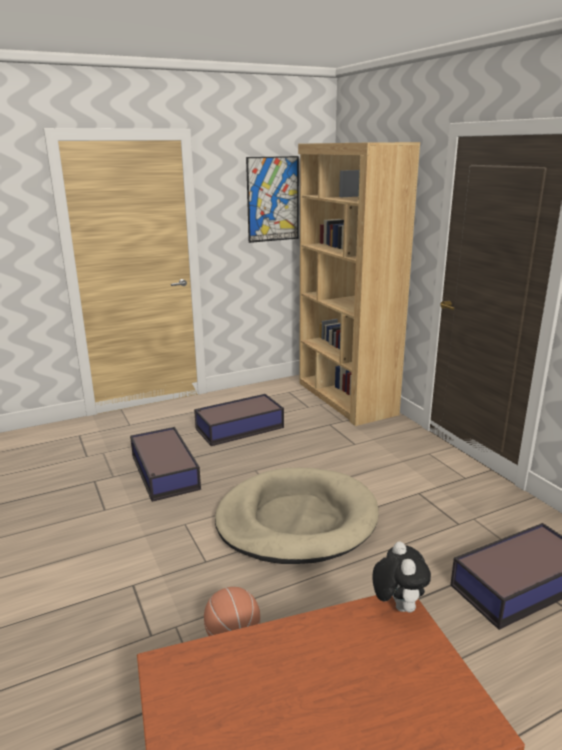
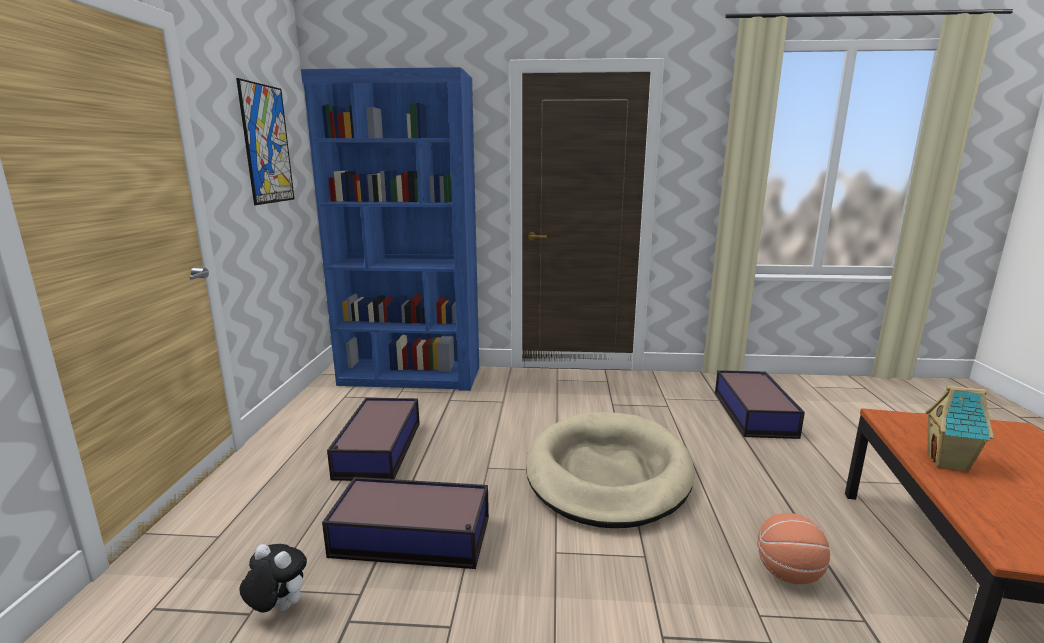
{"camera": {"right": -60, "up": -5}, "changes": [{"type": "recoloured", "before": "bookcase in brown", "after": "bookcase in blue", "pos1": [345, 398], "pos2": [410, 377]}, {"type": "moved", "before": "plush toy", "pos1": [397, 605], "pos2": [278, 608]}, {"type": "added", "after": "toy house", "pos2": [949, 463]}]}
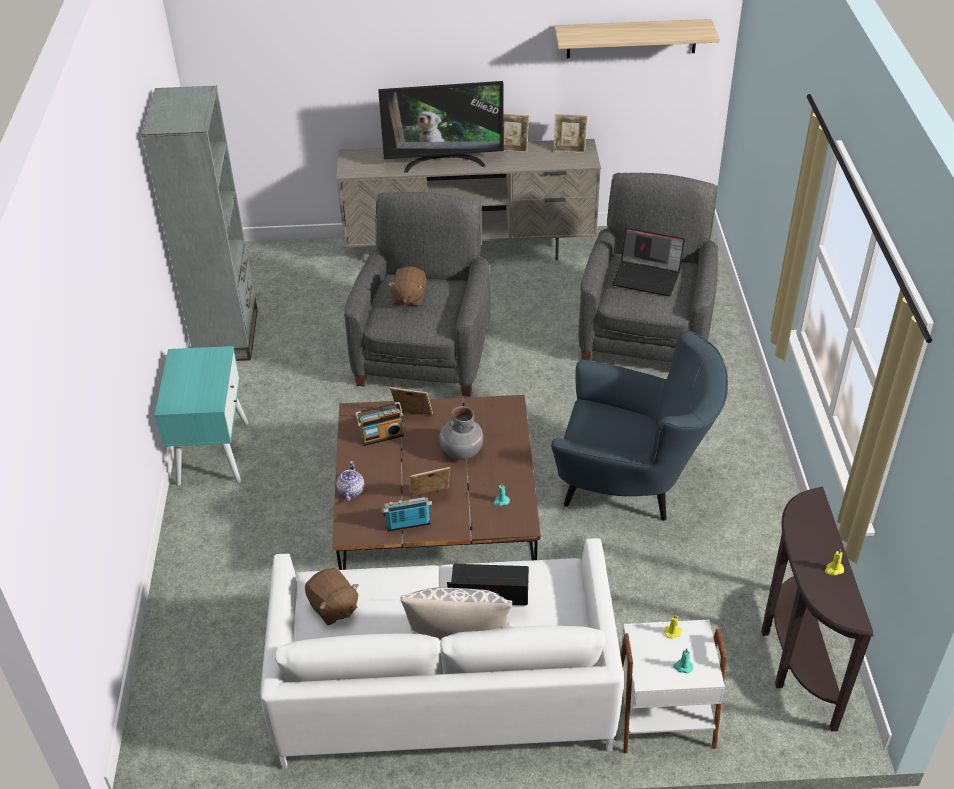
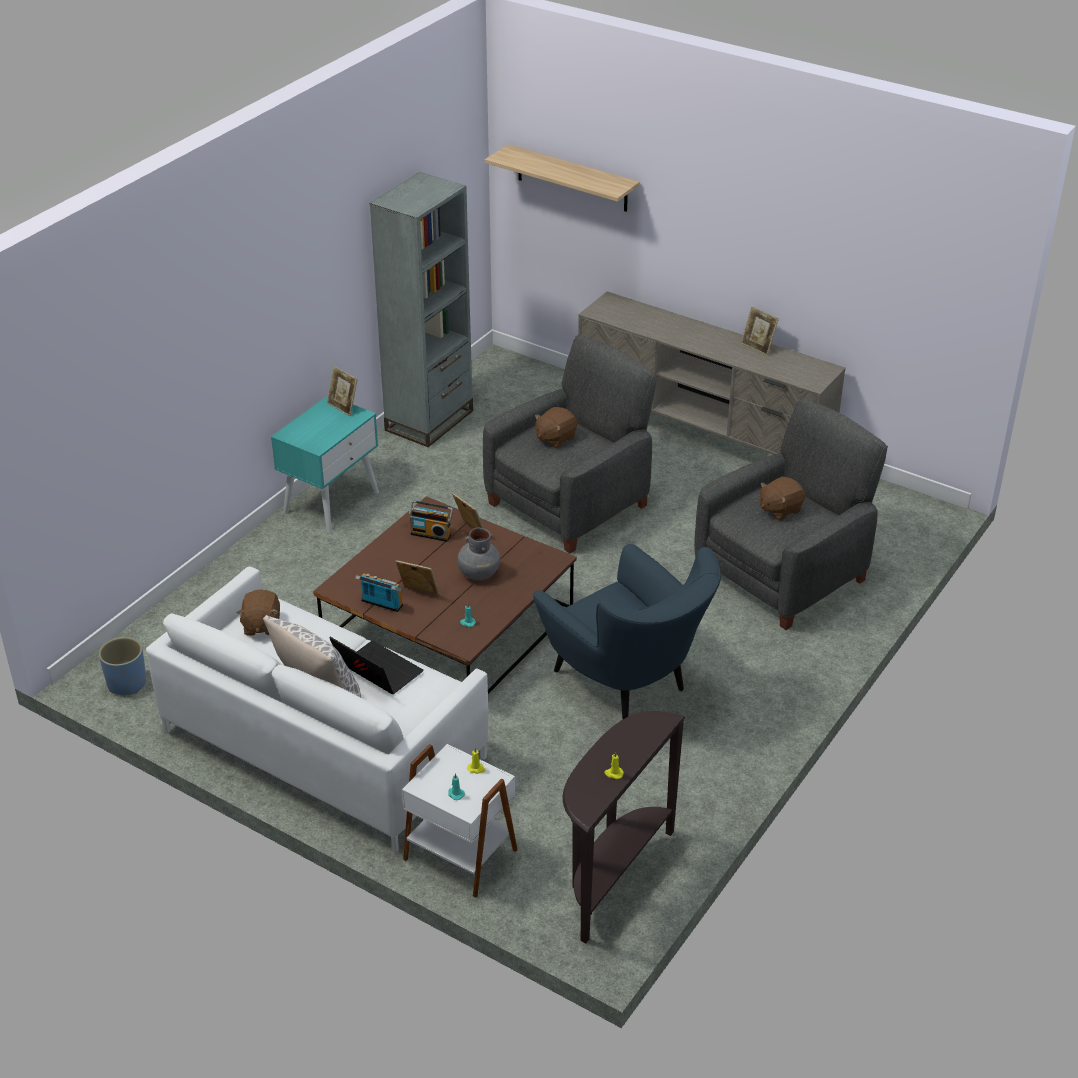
{"camera": {"right": 35, "up": -5}, "changes": [{"type": "removed", "before": "teapot", "pos1": [350, 491]}, {"type": "removed", "before": "television", "pos1": [444, 161]}, {"type": "moved", "before": "picture frame", "pos1": [569, 149], "pos2": [343, 407]}, {"type": "moved", "before": "shelf", "pos1": [631, 38], "pos2": [572, 178]}, {"type": "replaced", "before": "laptop", "after": "plush toy in brown", "pos1": [647, 277], "pos2": [779, 509]}, {"type": "added", "after": "planter in blue", "pos2": [126, 683]}]}
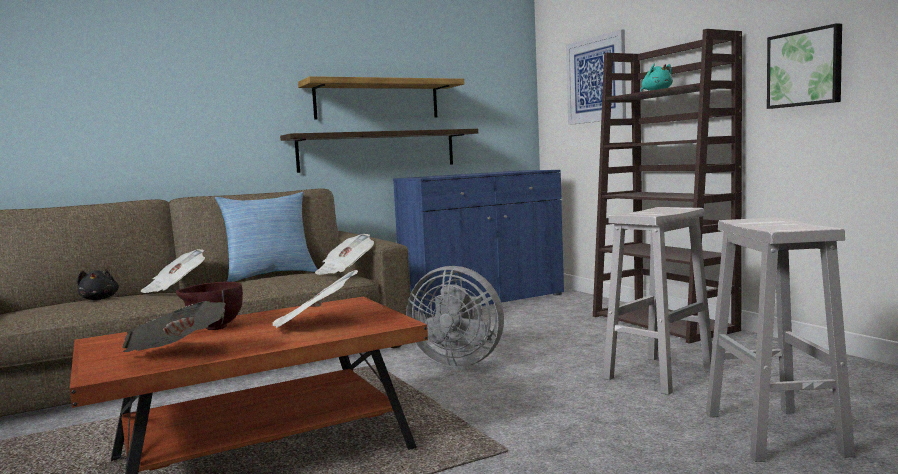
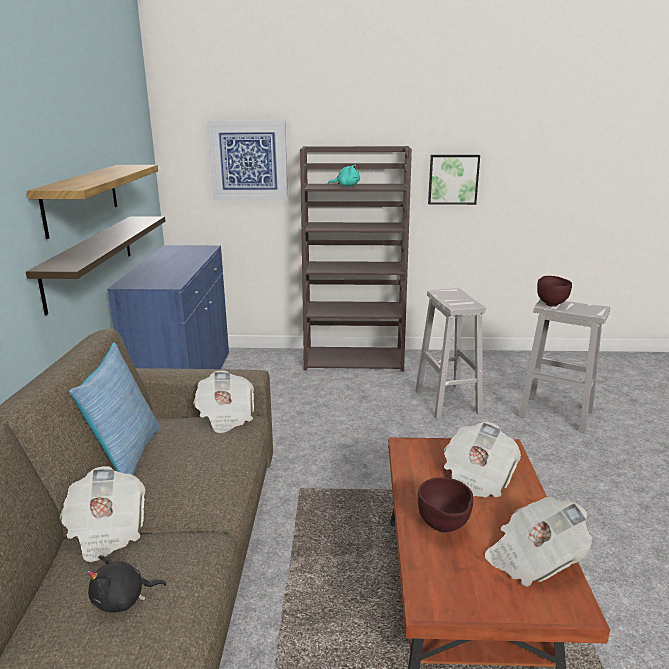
{"camera": {"right": -60, "up": 15}, "changes": [{"type": "turned", "before": "plush toy in black", "pos1": [99, 299], "pos2": [123, 600], "turn": 150}, {"type": "removed", "before": "fan in grey", "pos1": [458, 361]}, {"type": "added", "after": "bowl in brown", "pos2": [551, 304]}]}
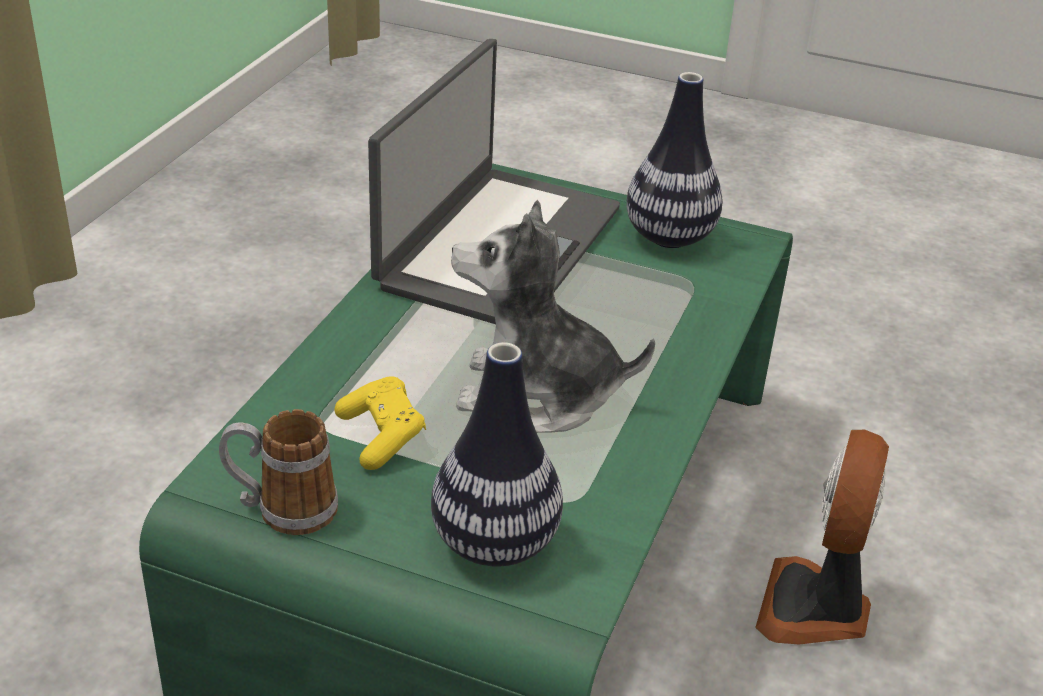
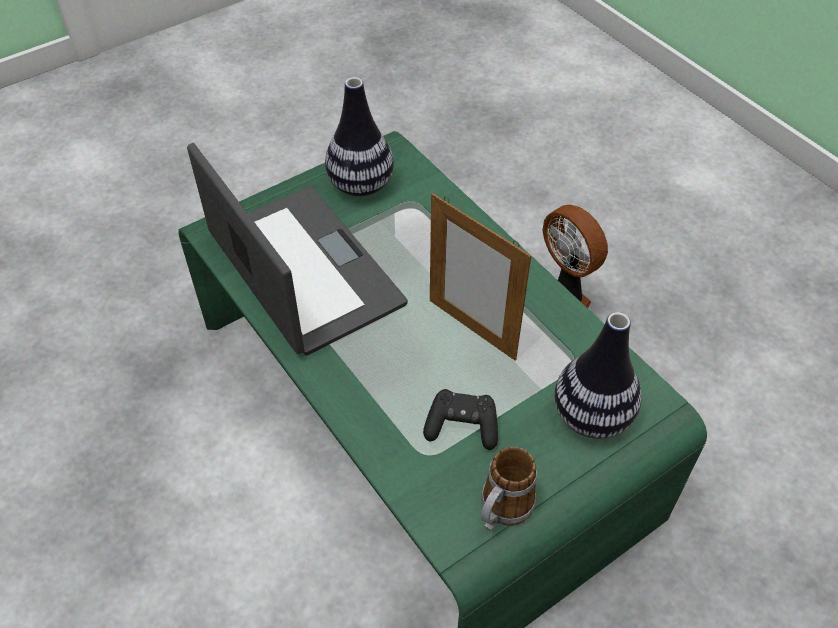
{"camera": {"right": -55, "up": 15}, "changes": [{"type": "recoloured", "before": "game controller in yellow", "after": "game controller in black", "pos1": [382, 436], "pos2": [462, 426]}, {"type": "replaced", "before": "plush toy", "after": "picture frame", "pos1": [537, 394], "pos2": [471, 329]}]}
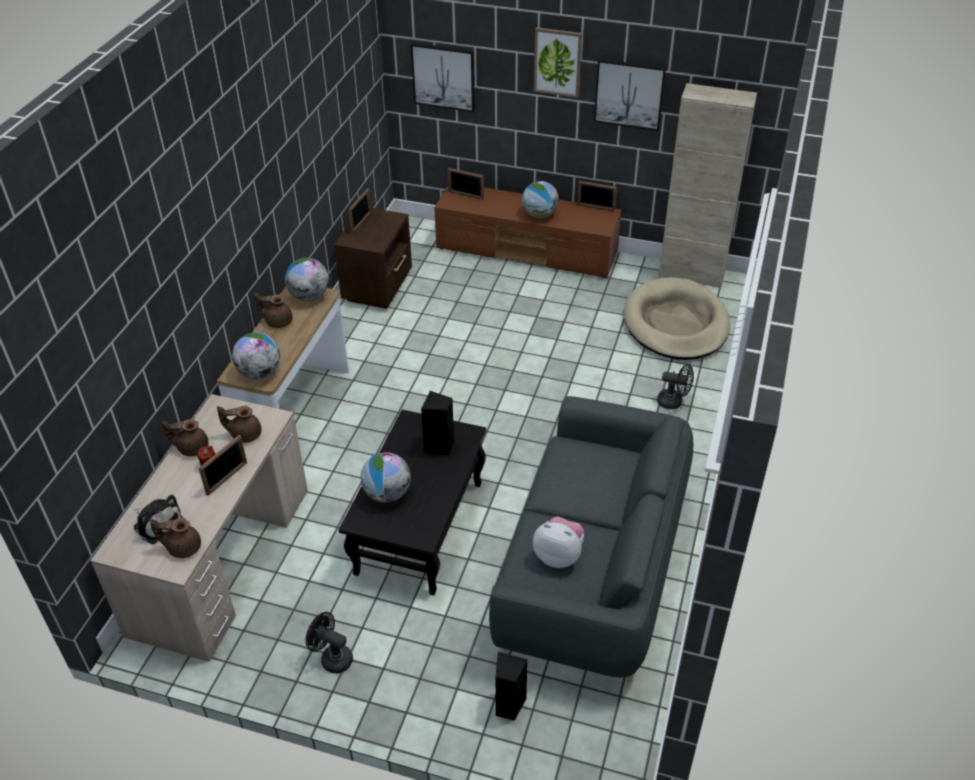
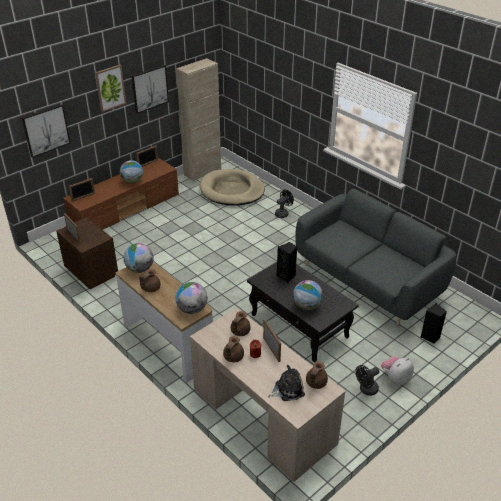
{"camera": {"right": -60, "up": -5}, "changes": [{"type": "moved", "before": "plush toy", "pos1": [558, 555], "pos2": [395, 378]}]}
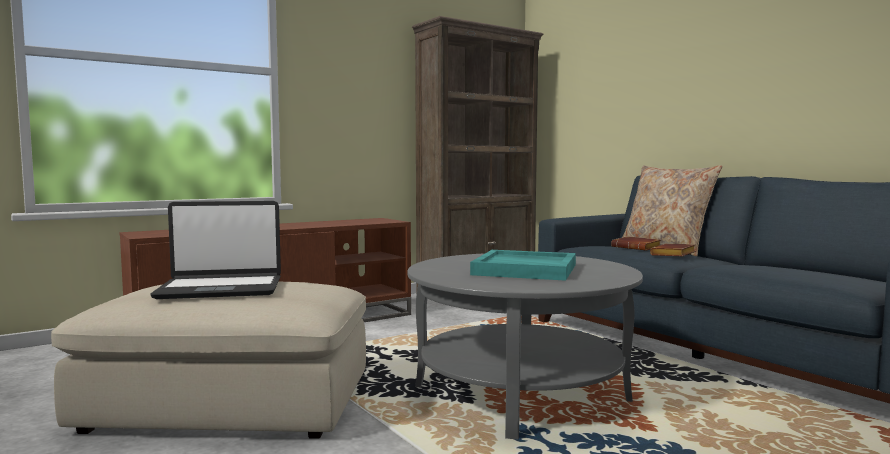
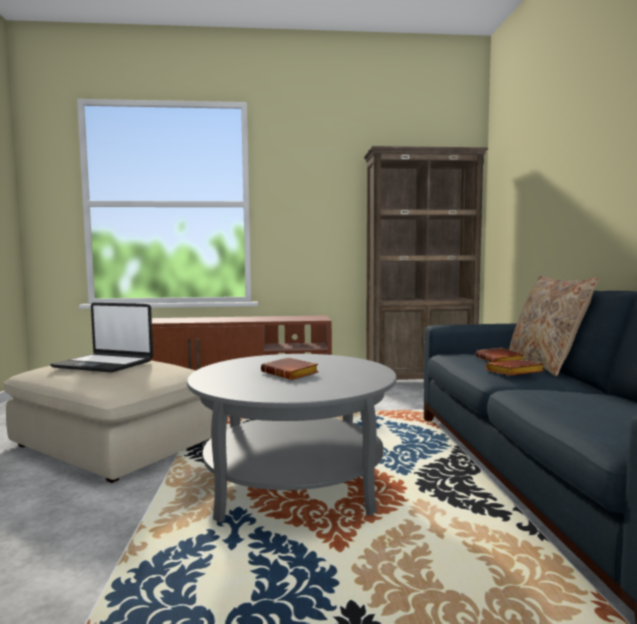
{"camera": {"right": 30, "up": 0}, "changes": [{"type": "replaced", "before": "tray in turquoise", "after": "book in brown", "pos1": [526, 269], "pos2": [291, 374]}]}
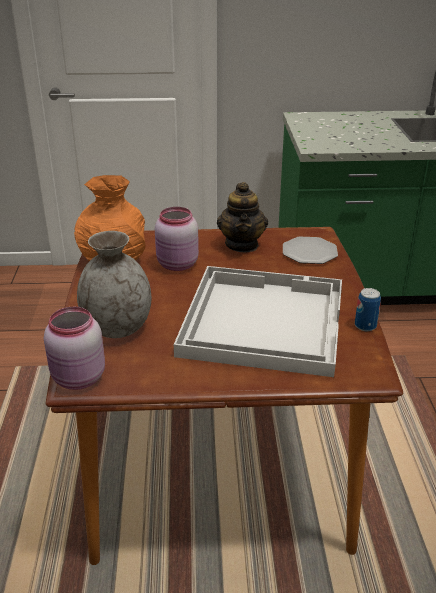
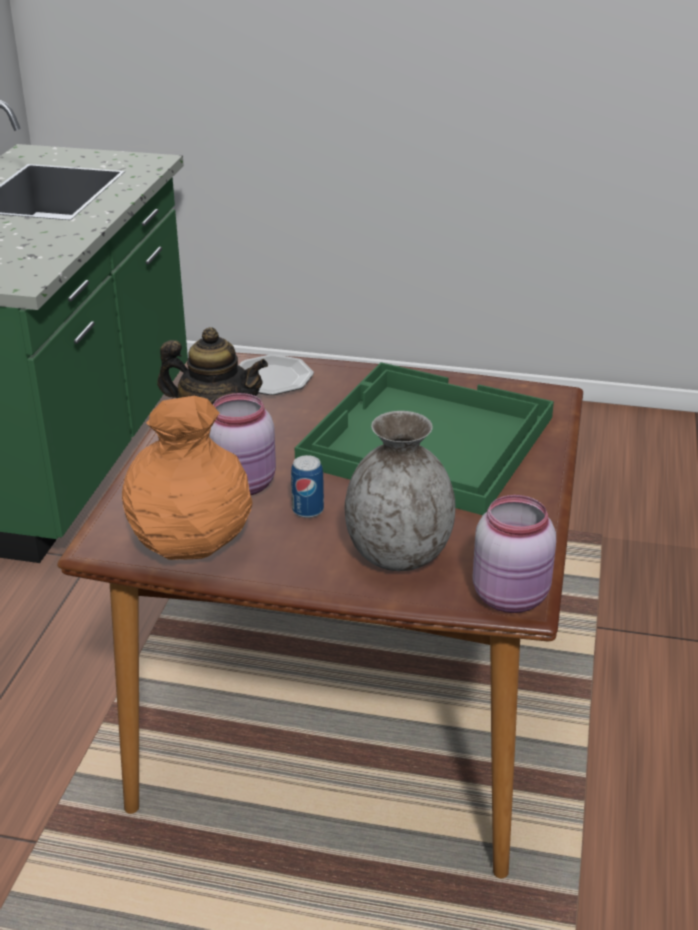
{"camera": {"right": -75, "up": 0}, "changes": [{"type": "recoloured", "before": "tray in white", "after": "tray in green", "pos1": [262, 320], "pos2": [424, 441]}, {"type": "moved", "before": "can", "pos1": [365, 326], "pos2": [308, 510]}]}
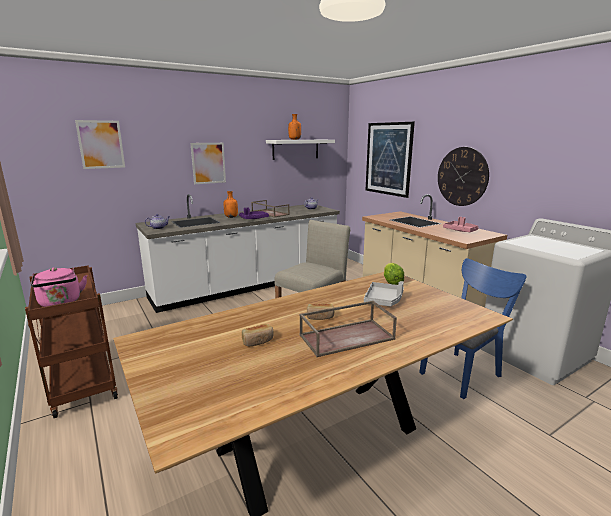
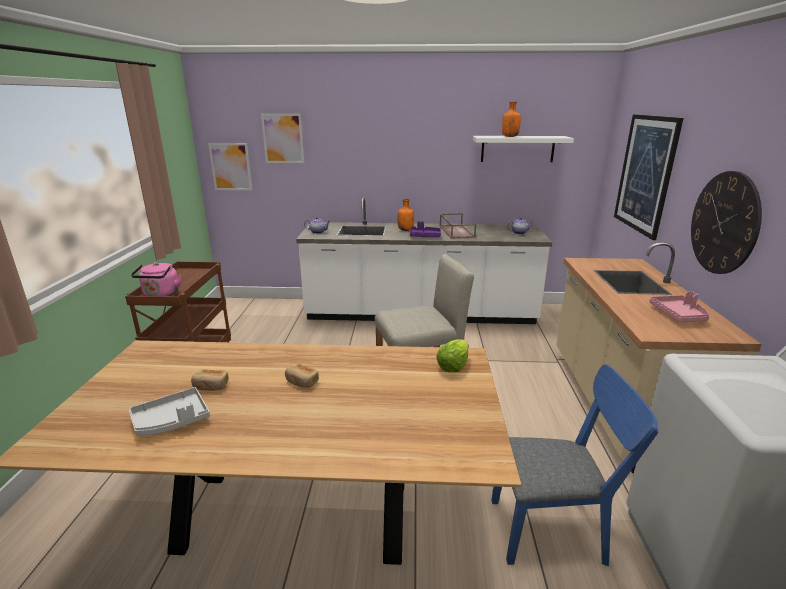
{"camera": {"right": 35, "up": 5}, "changes": [{"type": "moved", "before": "picture", "pos1": [208, 163], "pos2": [230, 166]}, {"type": "removed", "before": "tray in brown", "pos1": [347, 336]}, {"type": "moved", "before": "tray in grey", "pos1": [384, 300], "pos2": [172, 421]}]}
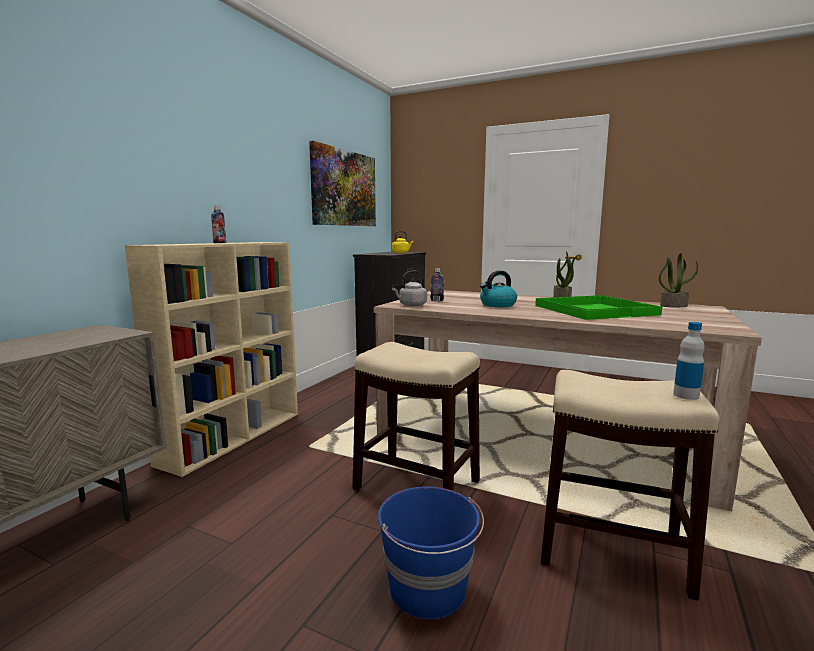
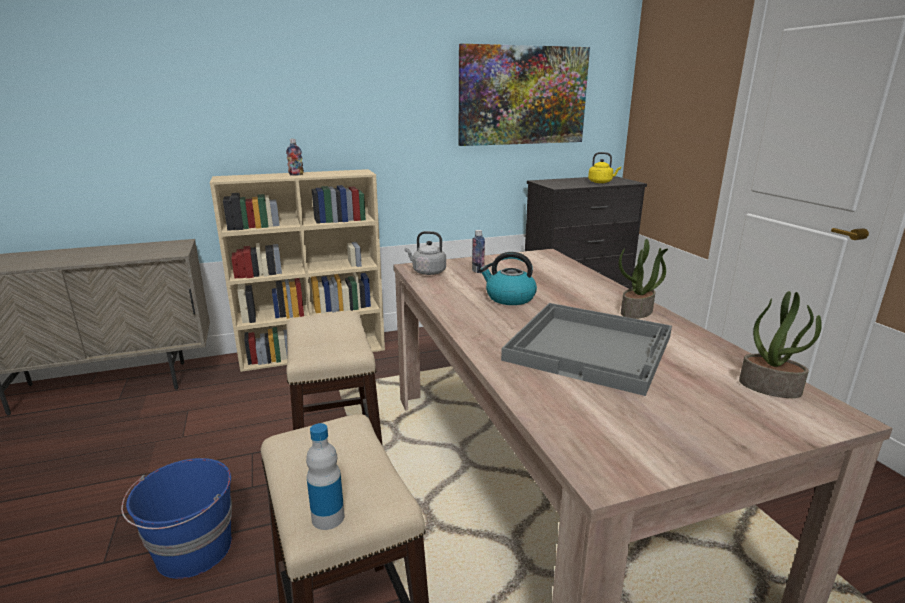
{"camera": {"right": 45, "up": 10}, "changes": [{"type": "recoloured", "before": "tray in green", "after": "tray in grey", "pos1": [594, 310], "pos2": [591, 348]}]}
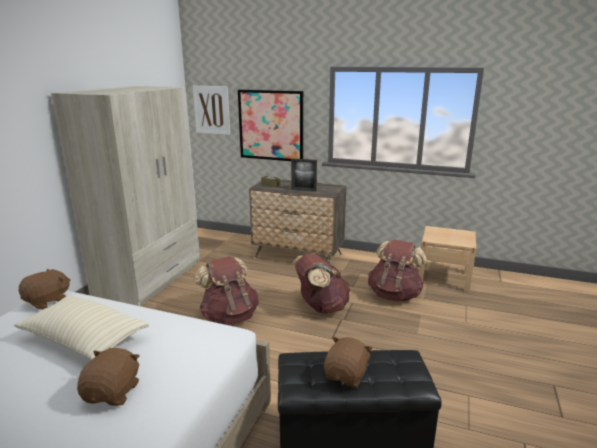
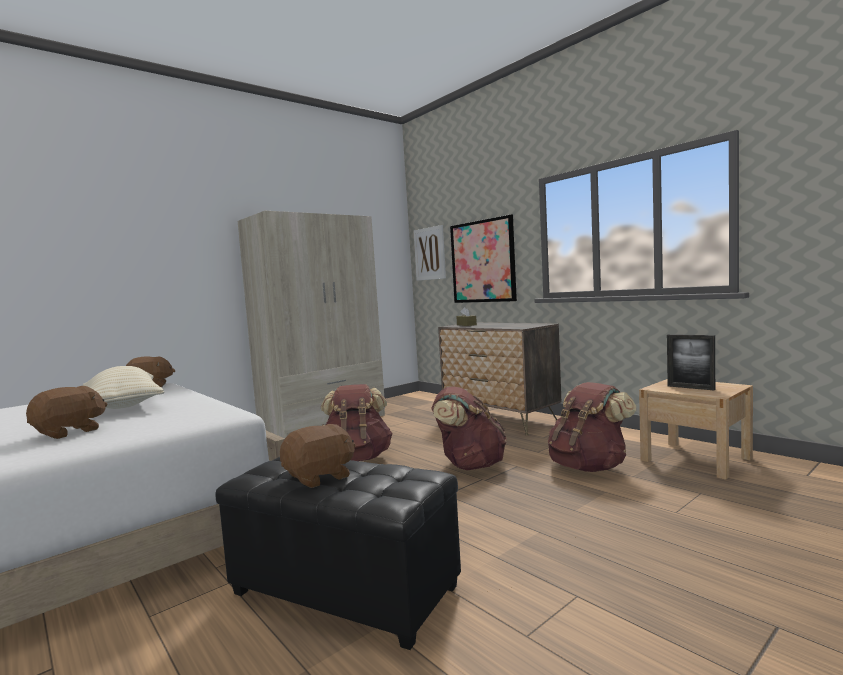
{"camera": {"right": 30, "up": -15}, "changes": [{"type": "moved", "before": "picture frame", "pos1": [303, 190], "pos2": [690, 388]}]}
